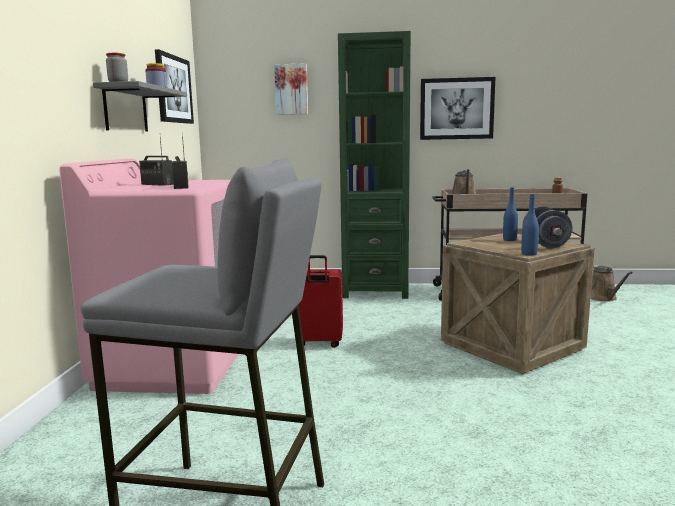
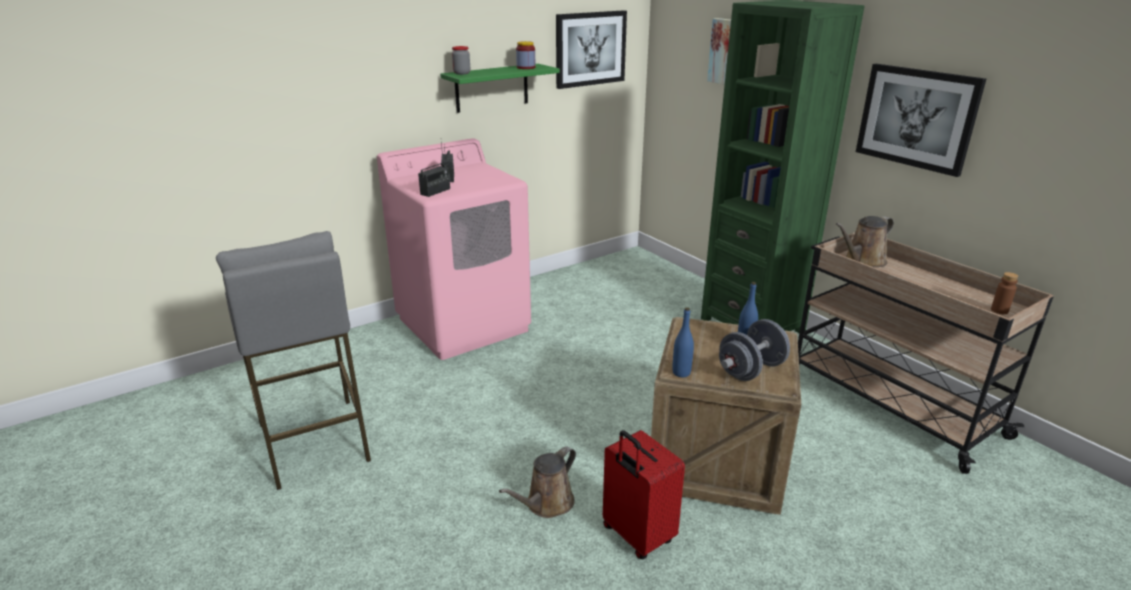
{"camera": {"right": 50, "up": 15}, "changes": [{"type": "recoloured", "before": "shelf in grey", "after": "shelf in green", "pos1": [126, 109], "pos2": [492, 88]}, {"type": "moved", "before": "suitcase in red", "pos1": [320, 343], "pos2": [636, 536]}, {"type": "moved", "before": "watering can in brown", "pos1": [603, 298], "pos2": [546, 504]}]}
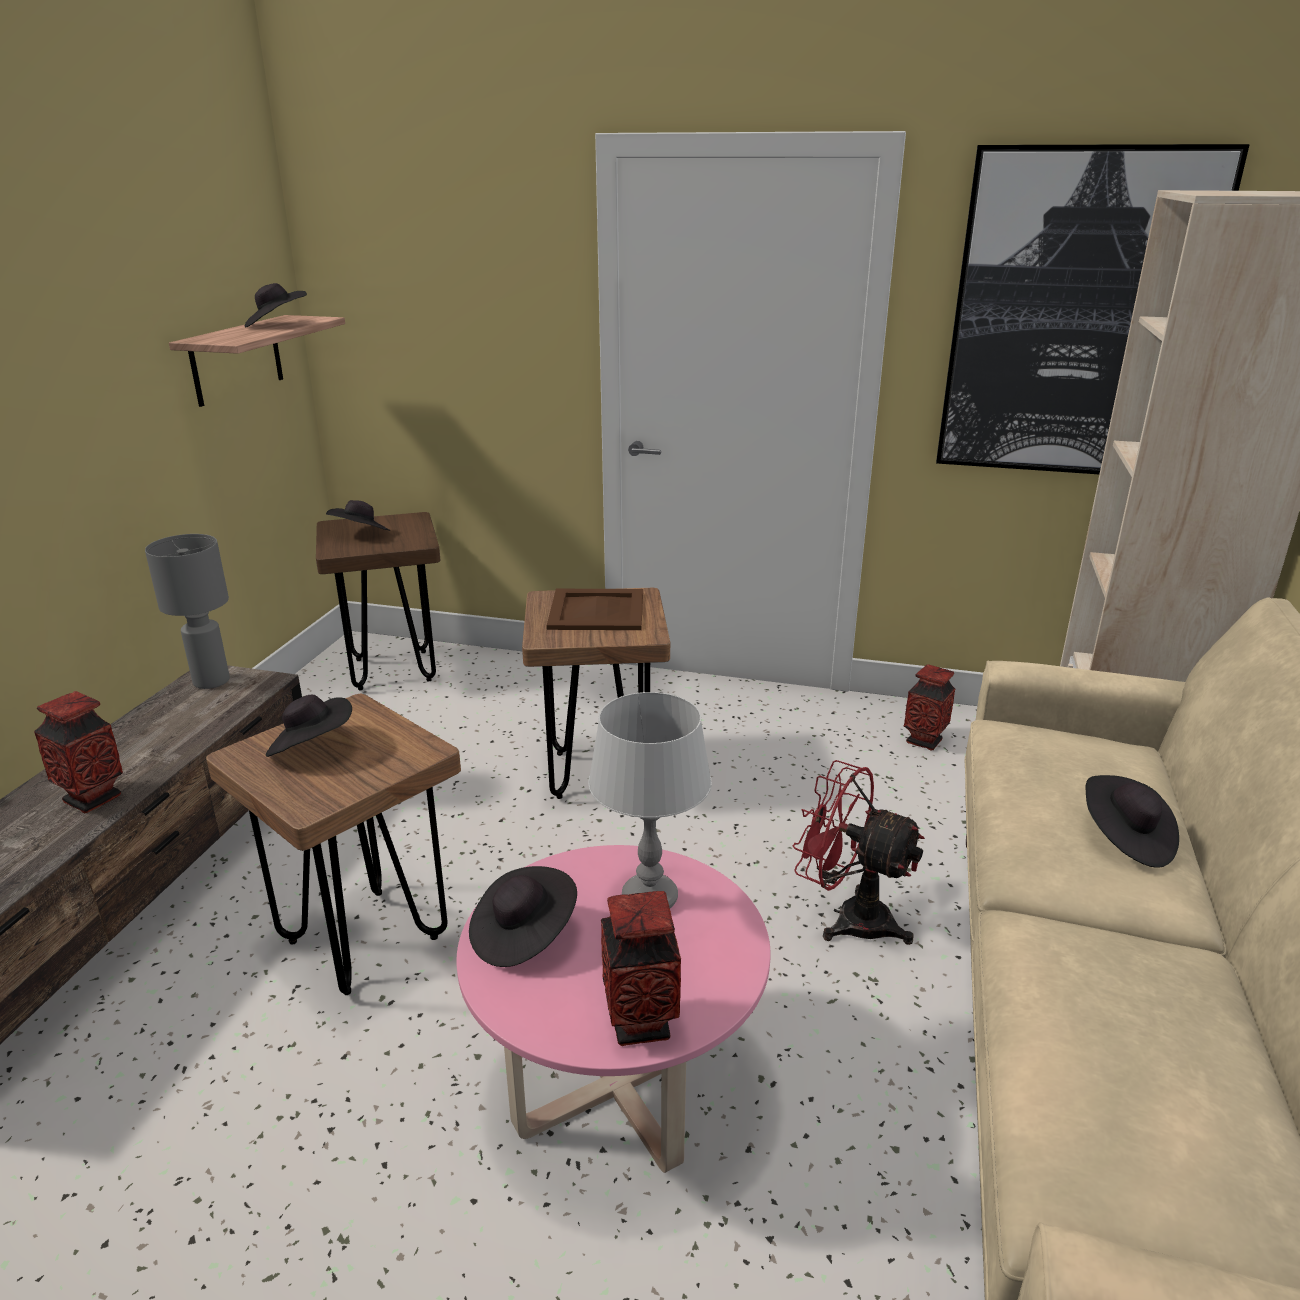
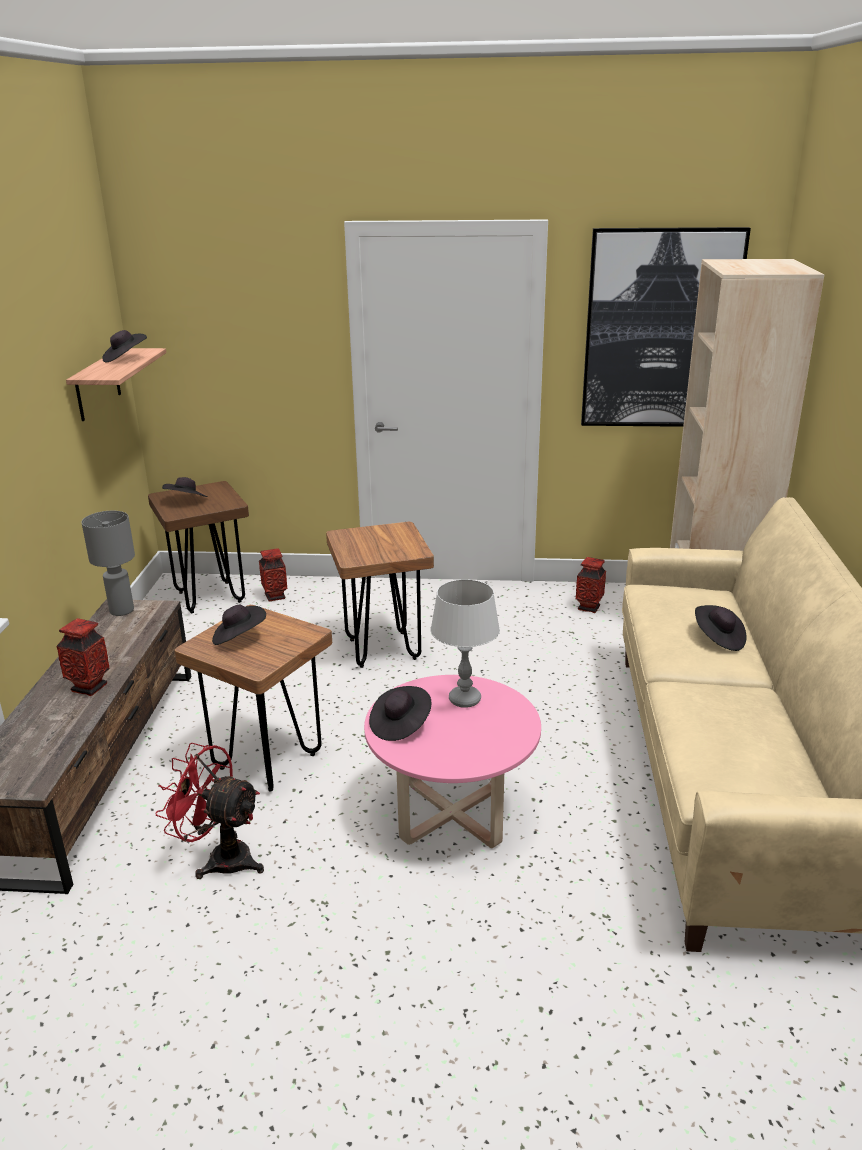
{"camera": {"right": -10, "up": 0}, "changes": [{"type": "removed", "before": "tray in brown", "pos1": [596, 611]}, {"type": "moved", "before": "vase", "pos1": [640, 1023], "pos2": [275, 596]}, {"type": "moved", "before": "fan in red", "pos1": [849, 917], "pos2": [221, 858]}]}
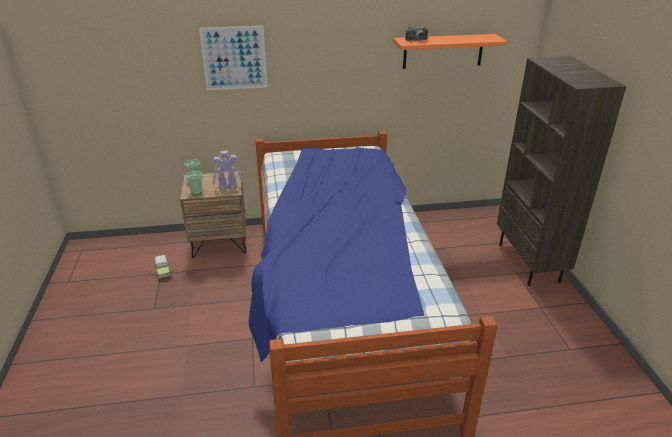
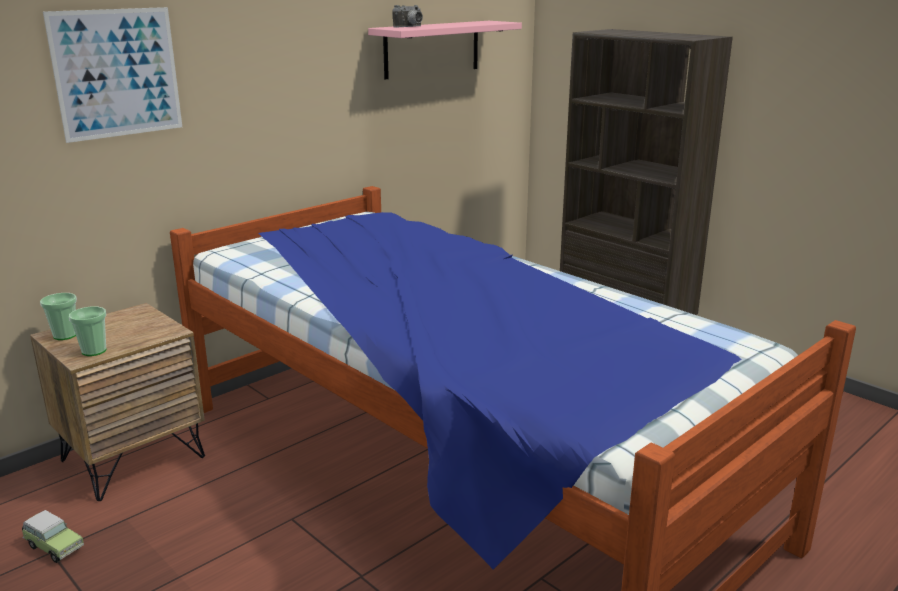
{"camera": {"right": -35, "up": -10}, "changes": [{"type": "removed", "before": "toy robot", "pos1": [228, 186]}, {"type": "recoloured", "before": "shelf in orange", "after": "shelf in pink", "pos1": [443, 51], "pos2": [432, 49]}]}
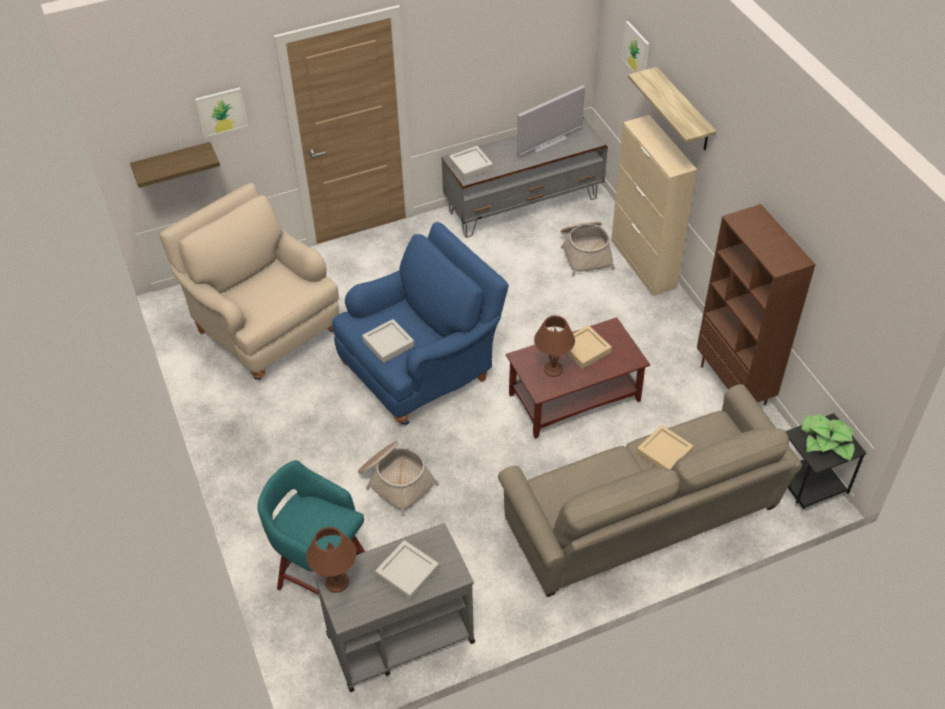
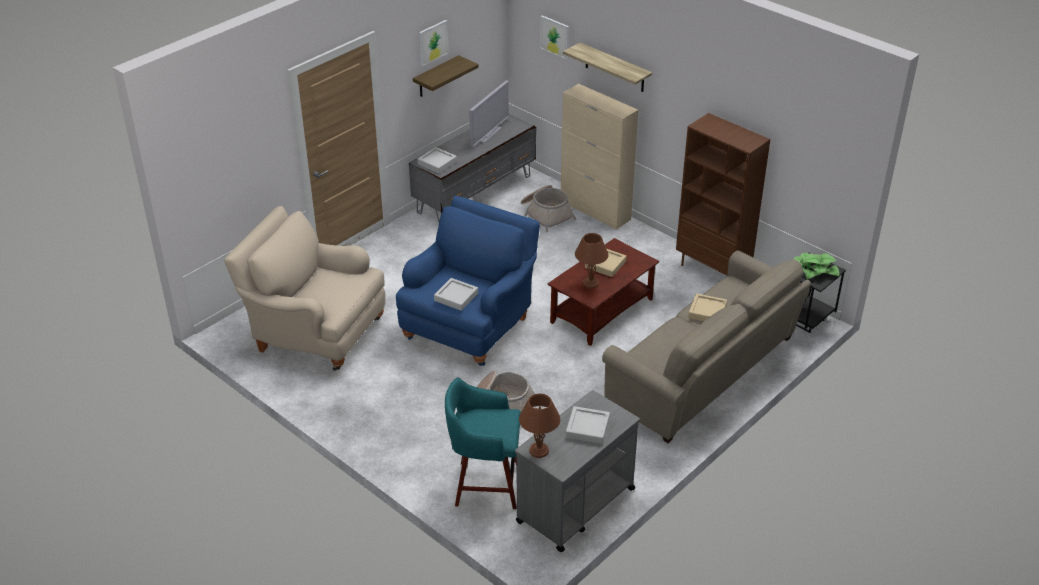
{"camera": {"right": -25, "up": -10}, "changes": [{"type": "moved", "before": "shelf", "pos1": [173, 164], "pos2": [436, 77]}, {"type": "moved", "before": "picture", "pos1": [221, 111], "pos2": [433, 42]}]}
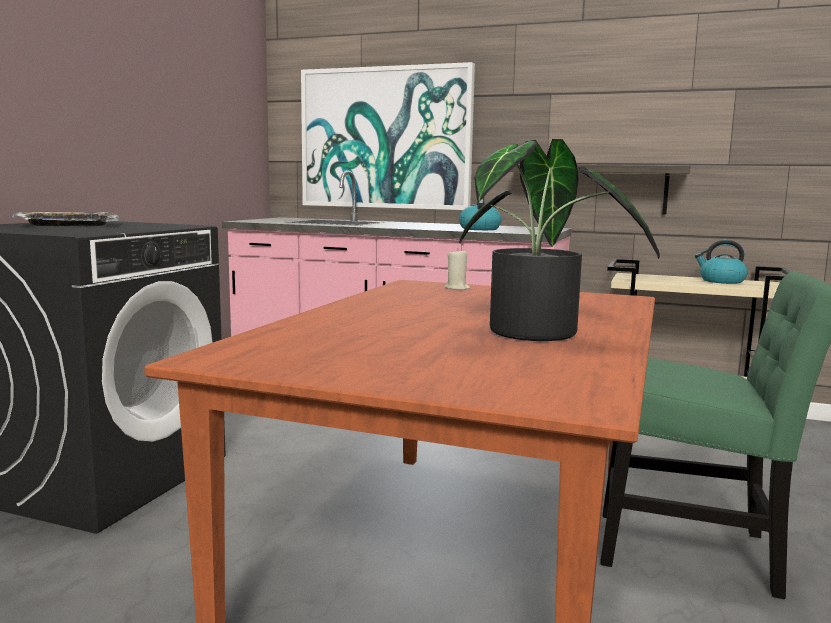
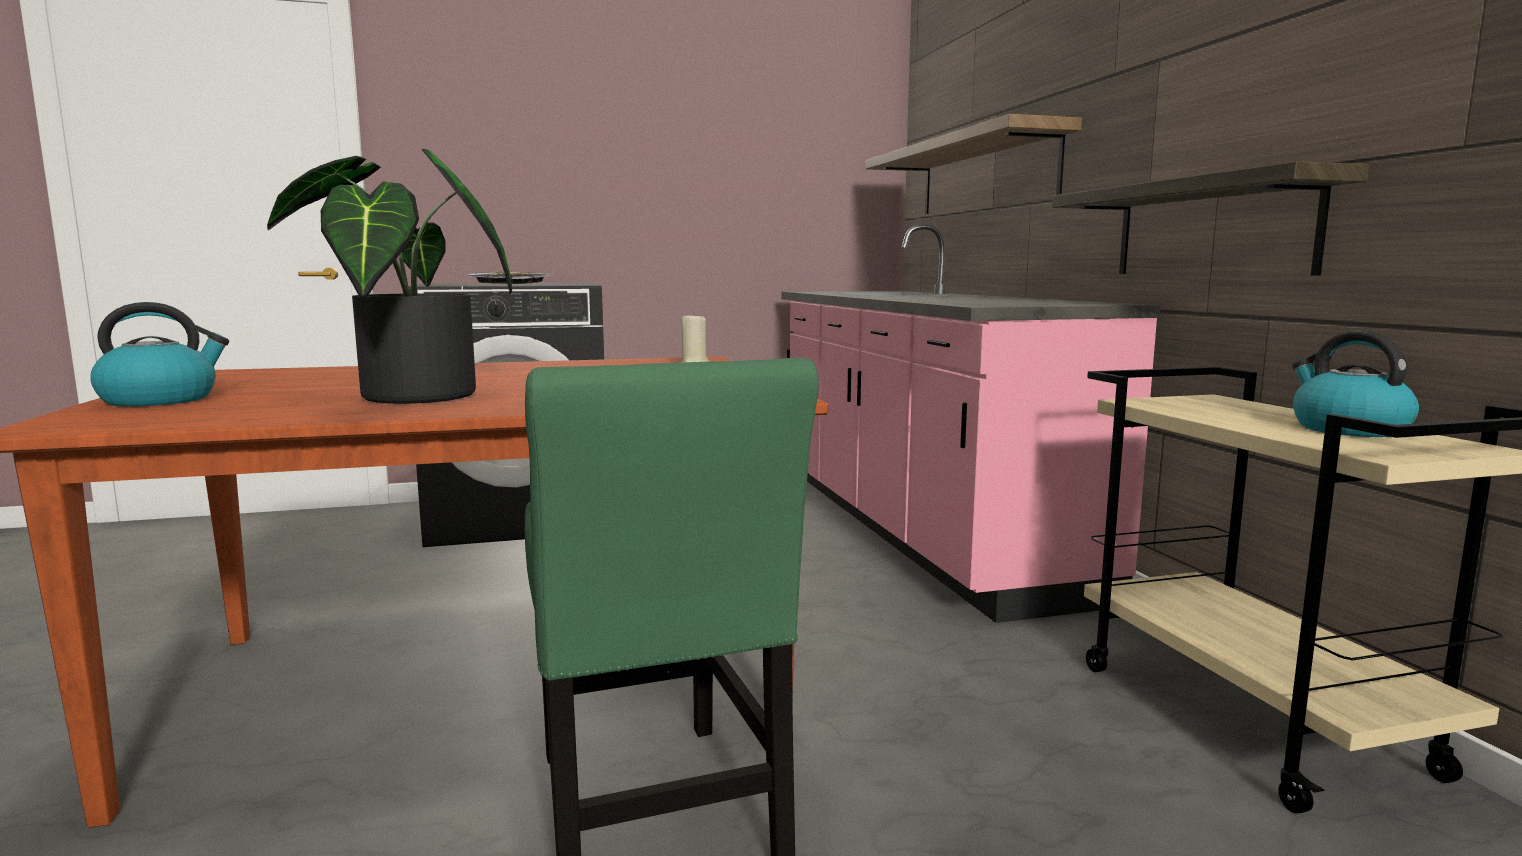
{"camera": {"right": 55, "up": 0}, "changes": [{"type": "replaced", "before": "picture", "after": "shelf", "pos1": [385, 138], "pos2": [985, 174]}, {"type": "moved", "before": "kettle", "pos1": [479, 229], "pos2": [161, 400]}]}
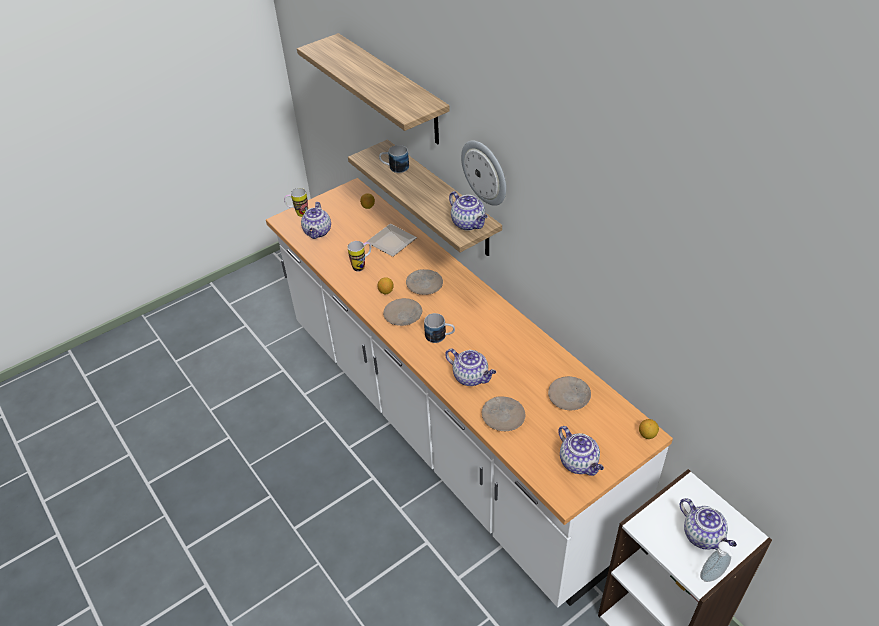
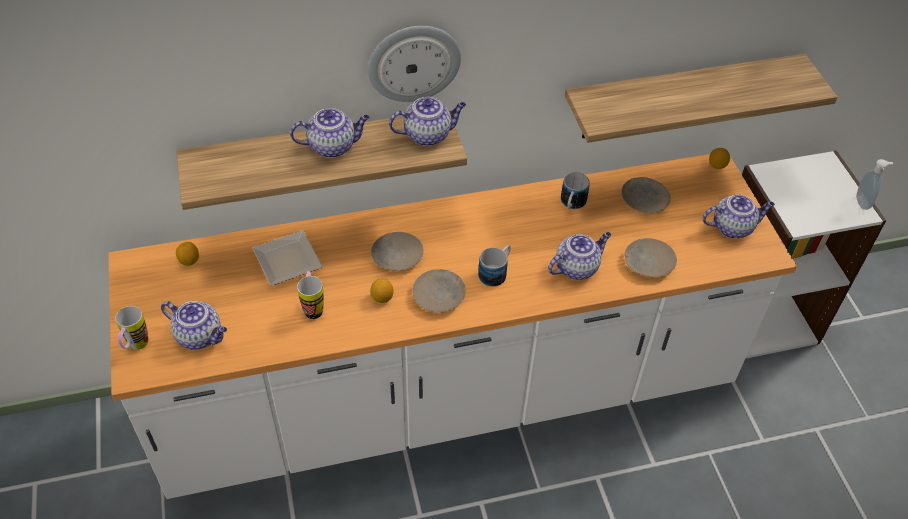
{"camera": {"right": -70, "up": 5}, "changes": [{"type": "moved", "before": "shelf", "pos1": [392, 89], "pos2": [681, 97]}, {"type": "moved", "before": "mug", "pos1": [394, 167], "pos2": [571, 204]}, {"type": "moved", "before": "teapot", "pos1": [703, 536], "pos2": [333, 146]}]}
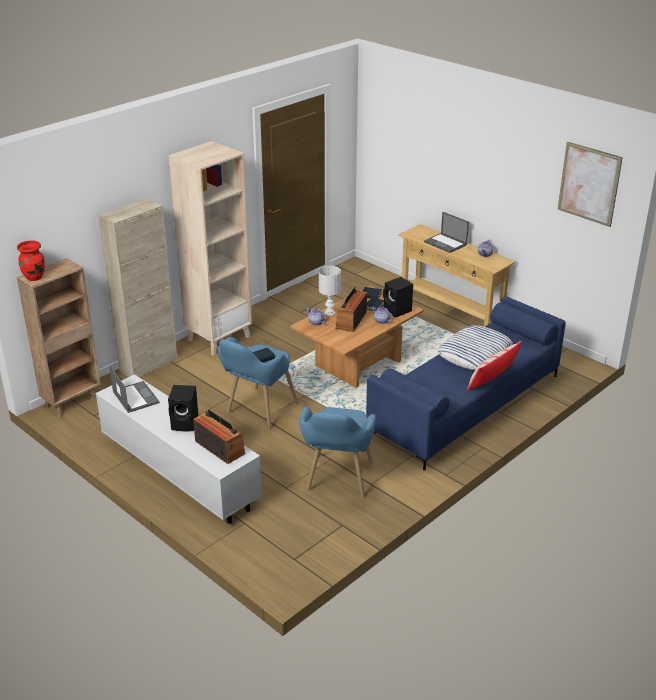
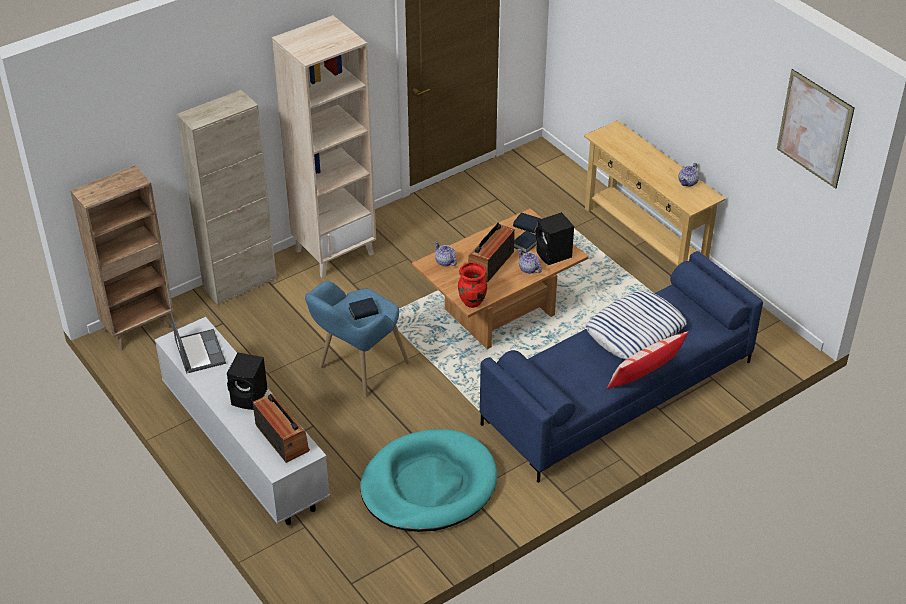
{"camera": {"right": 10, "up": 10}, "changes": [{"type": "moved", "before": "vase in red", "pos1": [34, 277], "pos2": [472, 302]}, {"type": "replaced", "before": "armchair in blue", "after": "dog bed in turquoise", "pos1": [338, 482], "pos2": [428, 485]}, {"type": "removed", "before": "table lamp in white", "pos1": [330, 313]}, {"type": "removed", "before": "laptop", "pos1": [446, 243]}]}
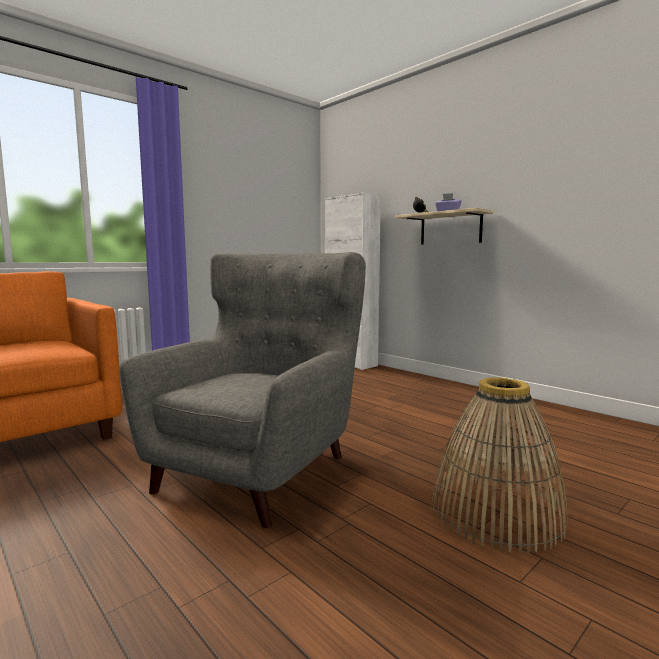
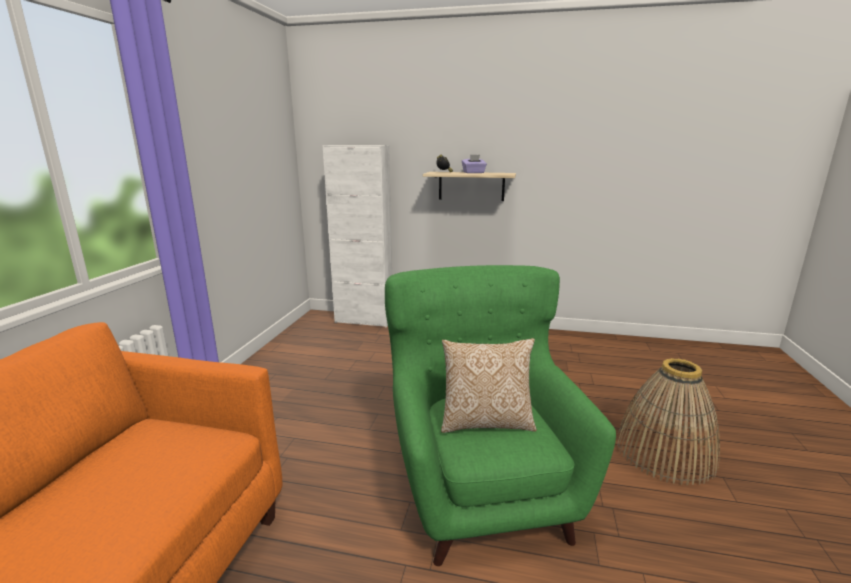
{"camera": {"right": -35, "up": 10}, "changes": [{"type": "recoloured", "before": "armchair in grey", "after": "armchair in green", "pos1": [258, 469], "pos2": [481, 488]}, {"type": "added", "after": "pillow", "pos2": [486, 422]}]}
